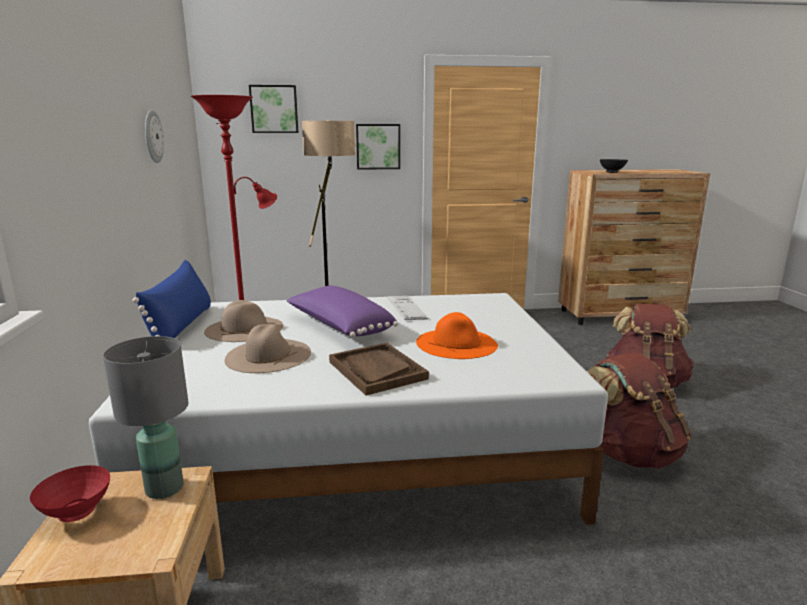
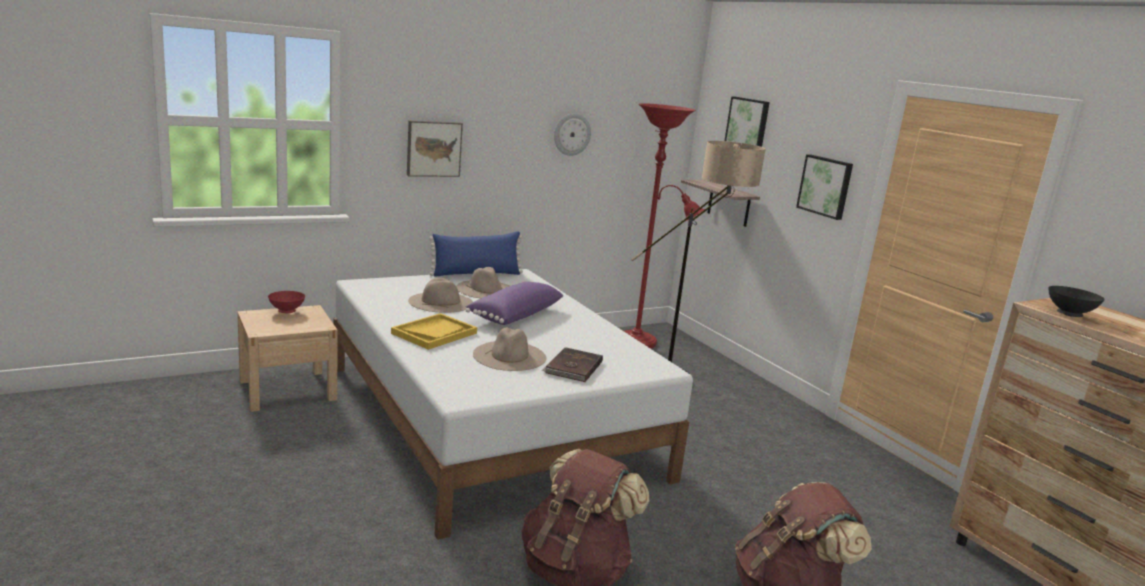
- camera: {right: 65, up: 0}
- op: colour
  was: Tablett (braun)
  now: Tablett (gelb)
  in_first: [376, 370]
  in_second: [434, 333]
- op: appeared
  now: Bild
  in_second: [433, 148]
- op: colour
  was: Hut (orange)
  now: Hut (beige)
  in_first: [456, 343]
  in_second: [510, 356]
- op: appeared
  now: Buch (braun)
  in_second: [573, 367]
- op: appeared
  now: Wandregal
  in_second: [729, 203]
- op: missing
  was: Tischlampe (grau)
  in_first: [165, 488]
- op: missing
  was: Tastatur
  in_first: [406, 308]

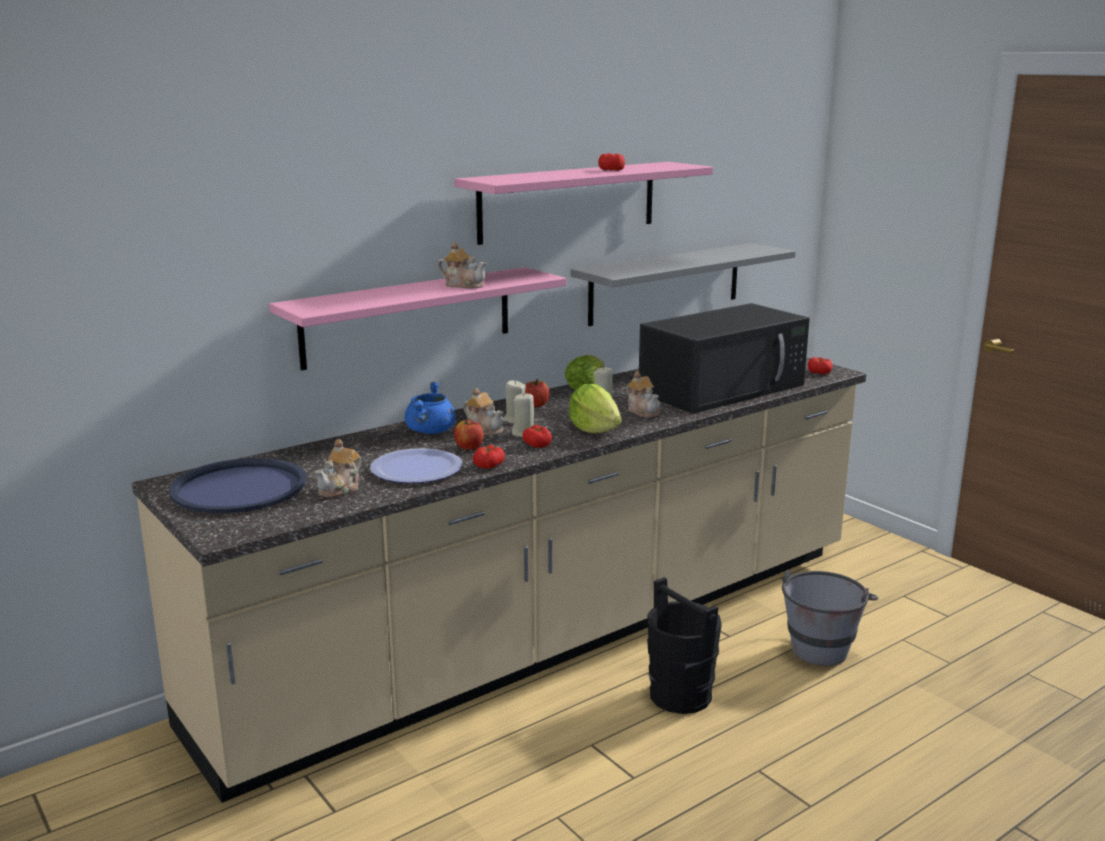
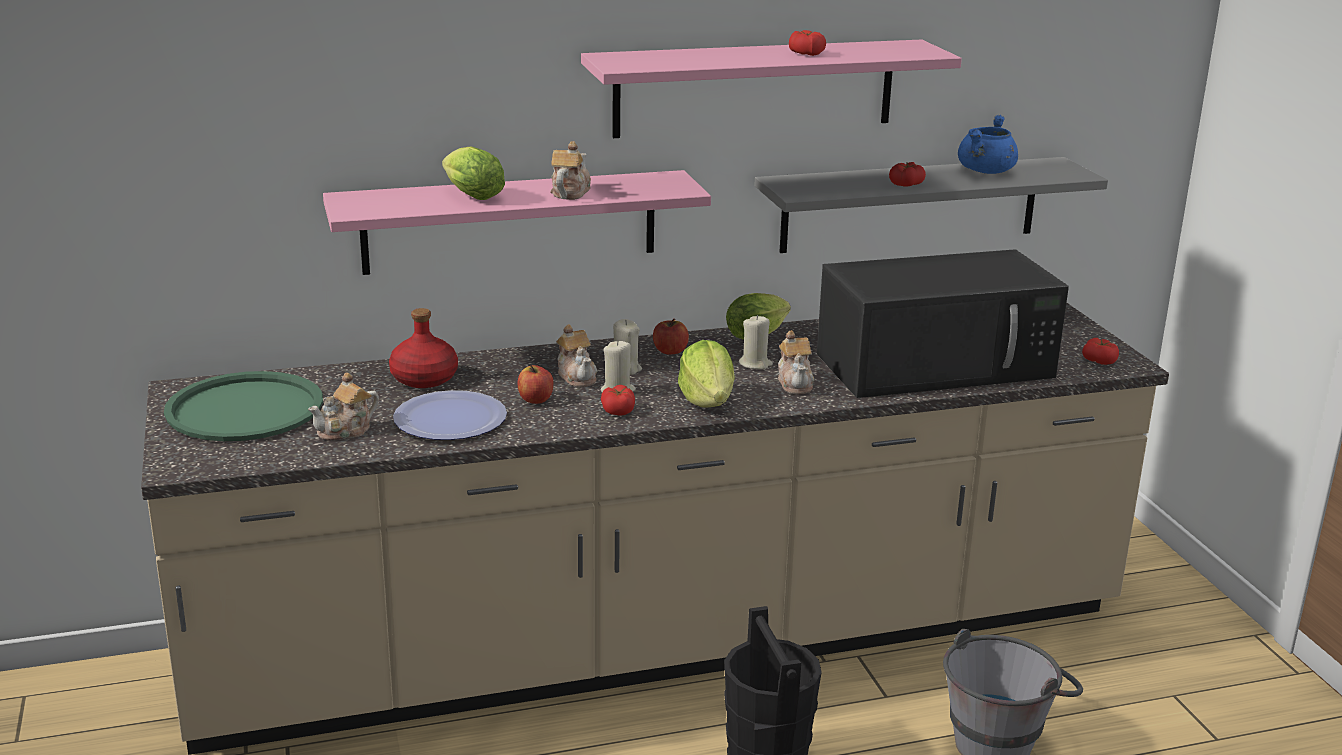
- camera: {right: 20, up: 5}
- op: colour
  was: Tablett (blau)
  now: Tablett (grün)
  in_first: [239, 488]
  in_second: [245, 409]
- op: appeared
  now: Flasche (rot)
  in_second: [425, 378]
- op: appeared
  now: Salatkopf
  in_second: [470, 195]
- op: spun
  was: Teekanne
  in_first: [463, 285]
  in_second: [570, 192]
  clockwise: -120
- op: relocated
  was: Tomate
  in_first: [488, 465]
  in_second: [906, 184]
- op: relocated
  was: Kochtopf (blau)
  in_first: [430, 431]
  in_second: [986, 171]

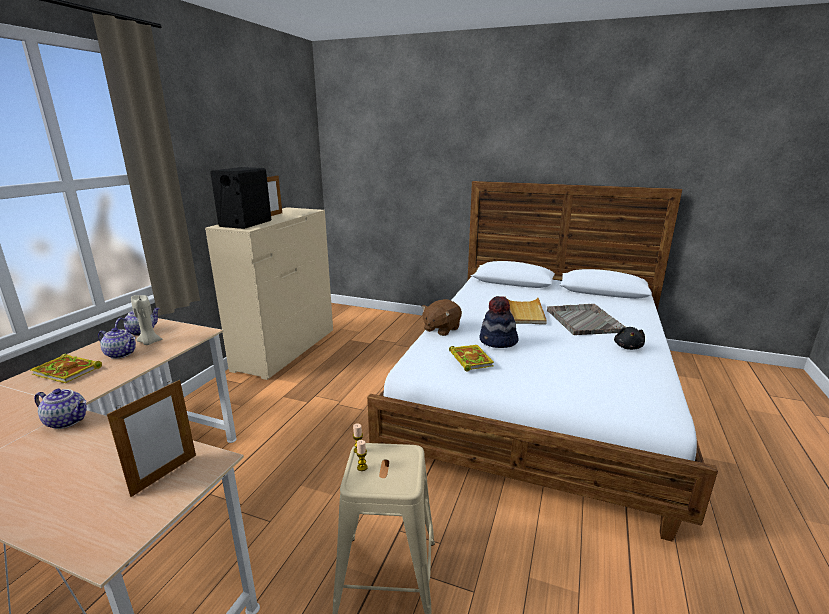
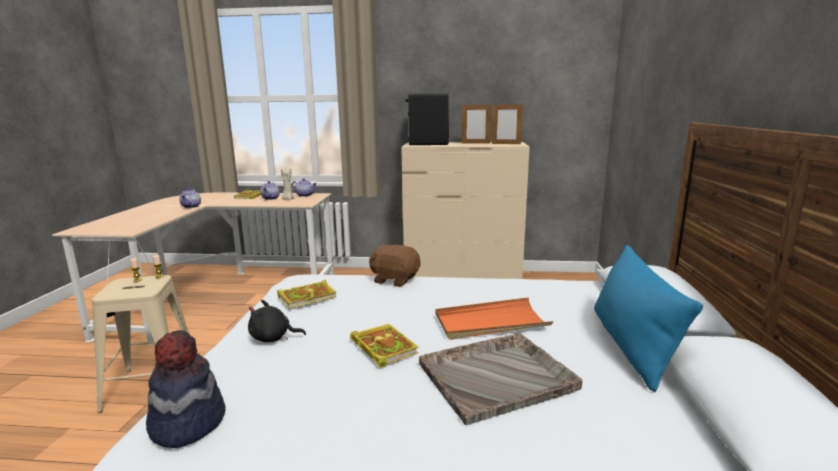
- camera: {right: 75, up: -5}
- op: relocated
  was: Hut
  in_first: [498, 342]
  in_second: [187, 423]
- op: relocated
  was: Plüschtier (schwarz)
  in_first: [628, 347]
  in_second: [273, 338]
- op: appeared
  now: Buch
  in_second: [382, 347]
- op: colour
  was: Tablett (beige)
  now: Tablett (orange)
  in_first: [525, 312]
  in_second: [490, 322]
- op: relocated
  was: Bilderrahmen
  in_first: [164, 474]
  in_second: [506, 144]
- op: appeared
  now: Kissen (blau)
  in_second: [630, 345]

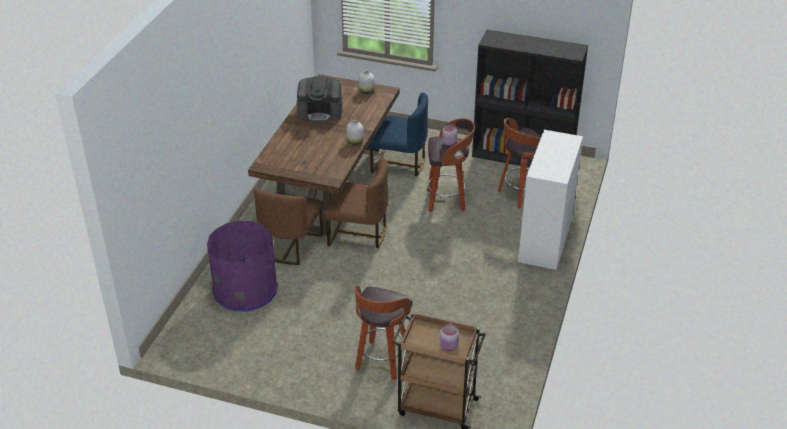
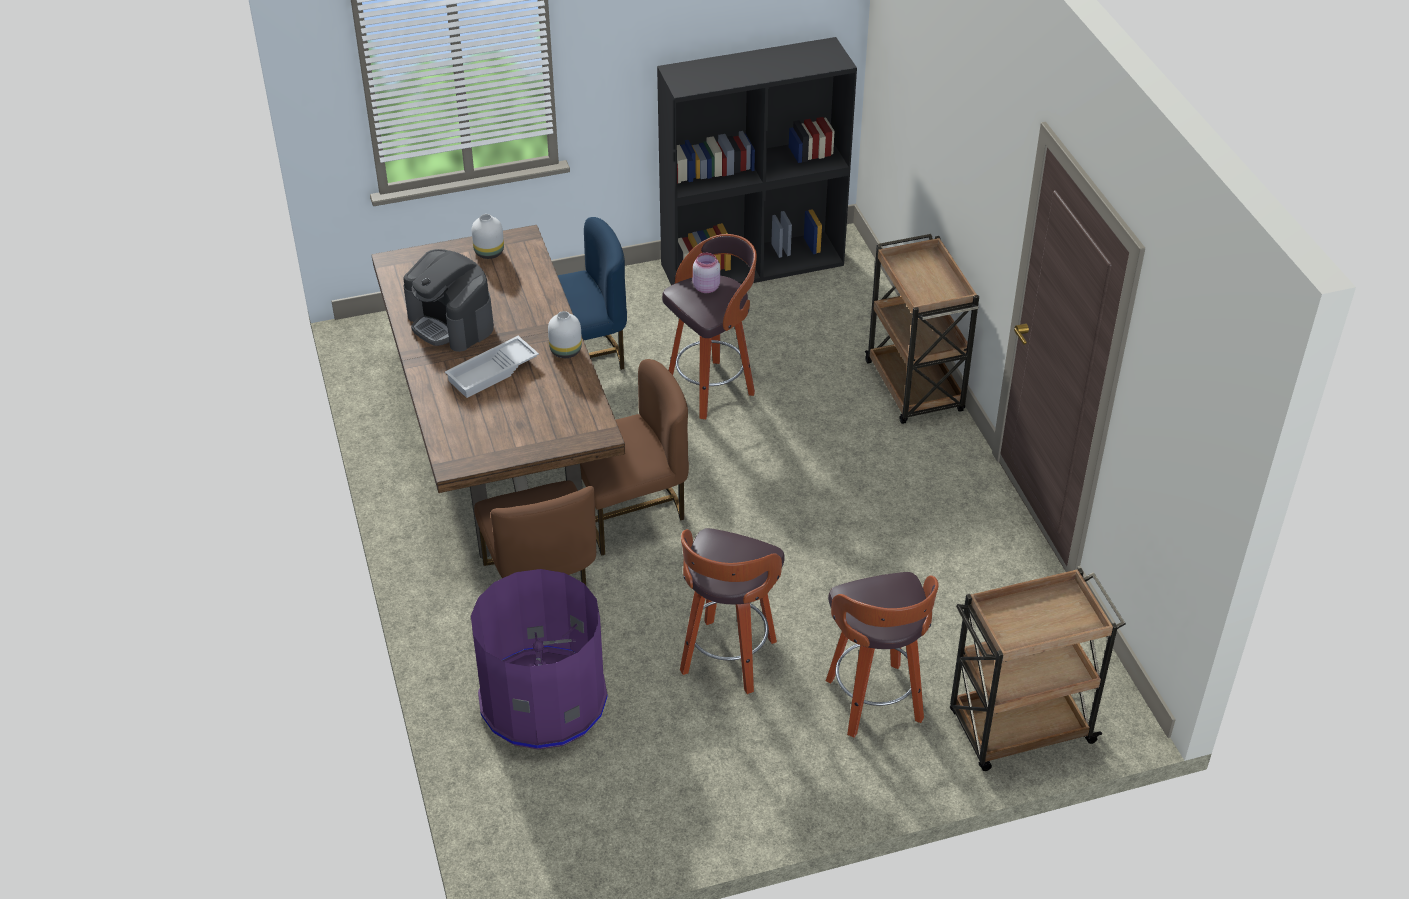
- camera: {right: -35, up: 5}
- op: spun
  was: Kaffeemaschine
  in_first: [320, 112]
  in_second: [451, 323]
  clockwise: 75
- op: appeared
  now: Tablett (weiß)
  in_second: [493, 372]
- op: relocated
  was: Hocker
  in_first: [520, 195]
  in_second: [727, 659]
- op: exchanged
  was: Kommode (weiß)
  now: Rollwagen (braun)
  in_first: [545, 241]
  in_second: [915, 388]
- op: missing
  was: Vorratsglas (rosa)
  in_first: [449, 346]

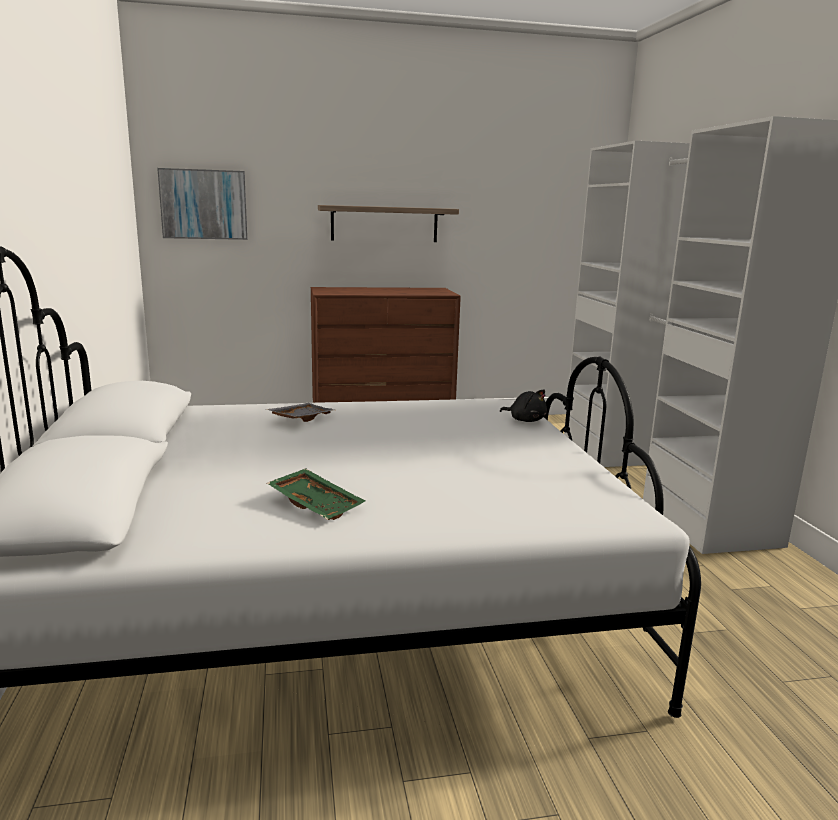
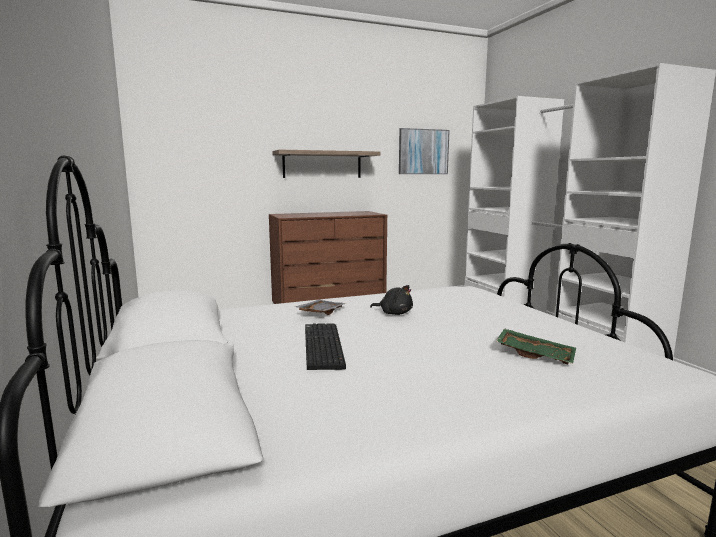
- camera: {right: -10, up: -5}
- op: appeared
  now: Tastatur
  in_second: [321, 346]
- op: relocated
  was: Plüschtier (schwarz)
  in_first: [525, 420]
  in_second: [394, 313]
- op: relocated
  was: Bild
  in_first: [204, 204]
  in_second: [423, 152]
- op: relocated
  was: Tablett (grün)
  in_first: [317, 504]
  in_second: [535, 354]

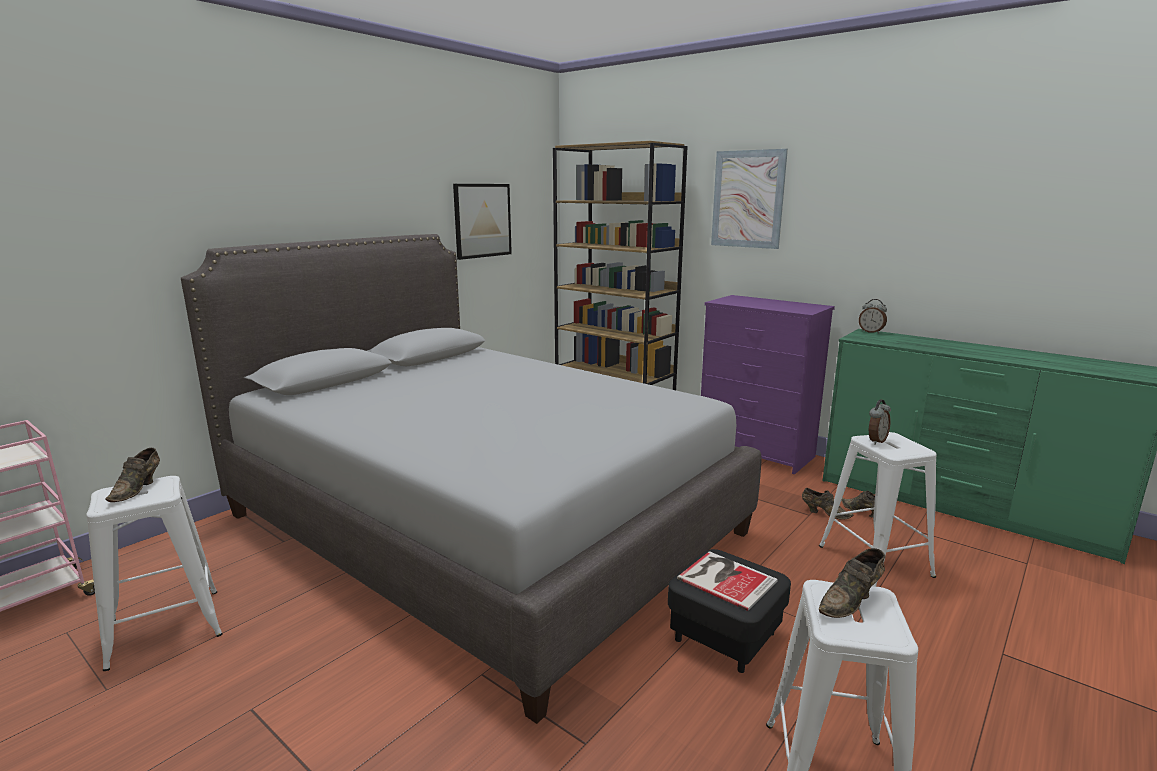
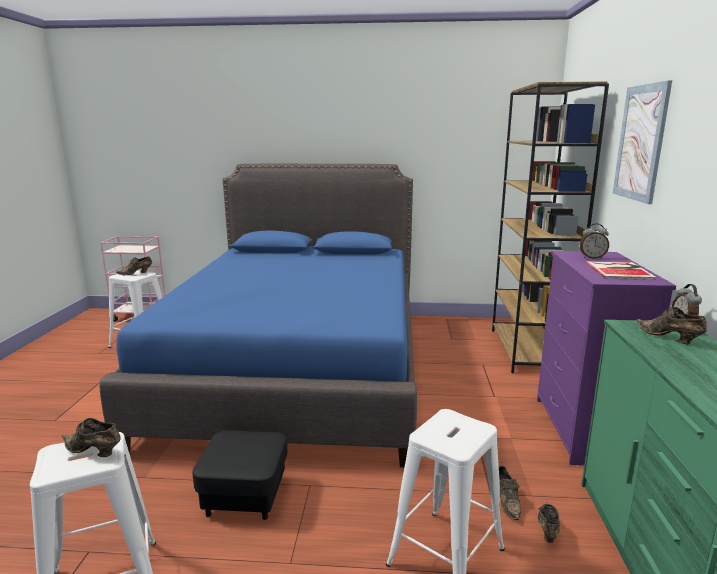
- camera: {right: 55, up: 0}
- op: colour
  was: Bett (grau)
  now: Bett (blau)
  in_first: [482, 523]
  in_second: [299, 368]
- op: relocated
  was: Wecker
  in_first: [876, 441]
  in_second: [592, 258]
- op: relocated
  was: Buch
  in_first: [725, 578]
  in_second: [619, 270]
- op: appeared
  now: Schuh (braun)
  in_second: [669, 338]
- op: missing
  was: Bild
  in_first: [482, 220]

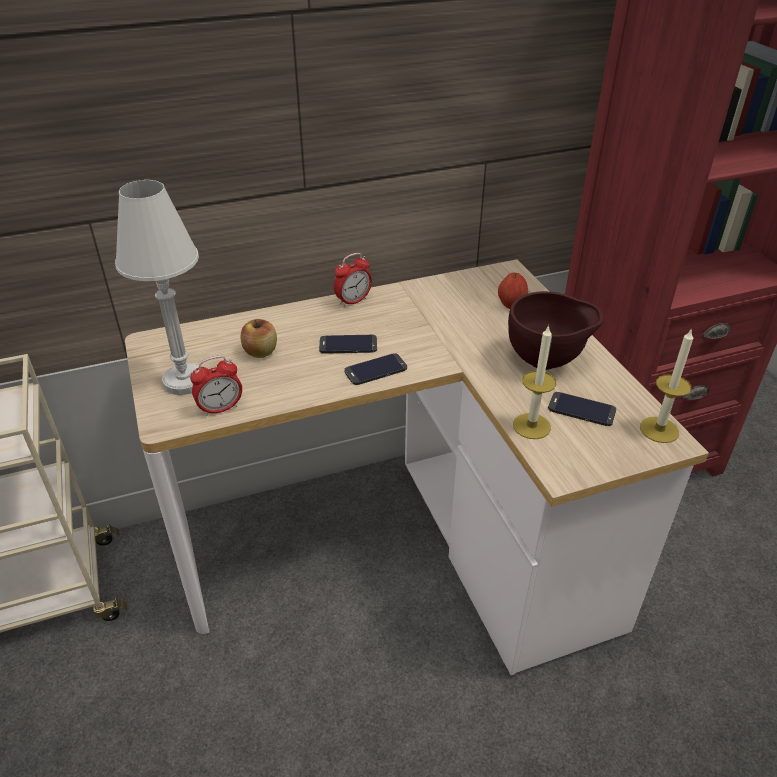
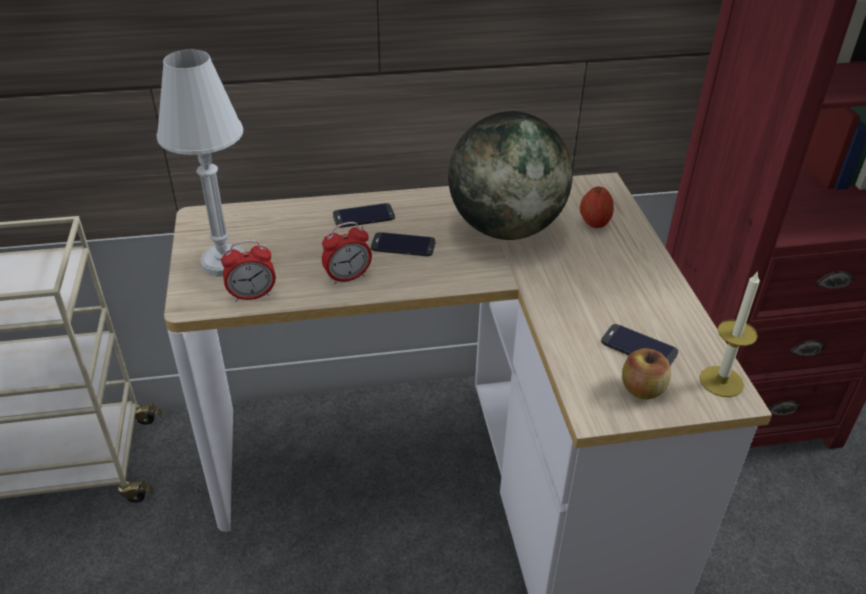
- camera: {right: 10, up: 0}
- op: relocated
  was: Wecker
  in_first: [353, 301]
  in_second: [348, 277]
- op: relocated
  was: Handy
  in_first: [375, 369]
  in_second: [363, 216]
- op: appeared
  now: Globus
  in_second: [505, 228]
- op: relocated
  was: Apfel
  in_first: [260, 352]
  in_second: [642, 389]
- op: missing
  was: Schüssel (braun)
  in_first: [547, 362]
- op: missing
  was: Kerze
  in_first: [531, 426]

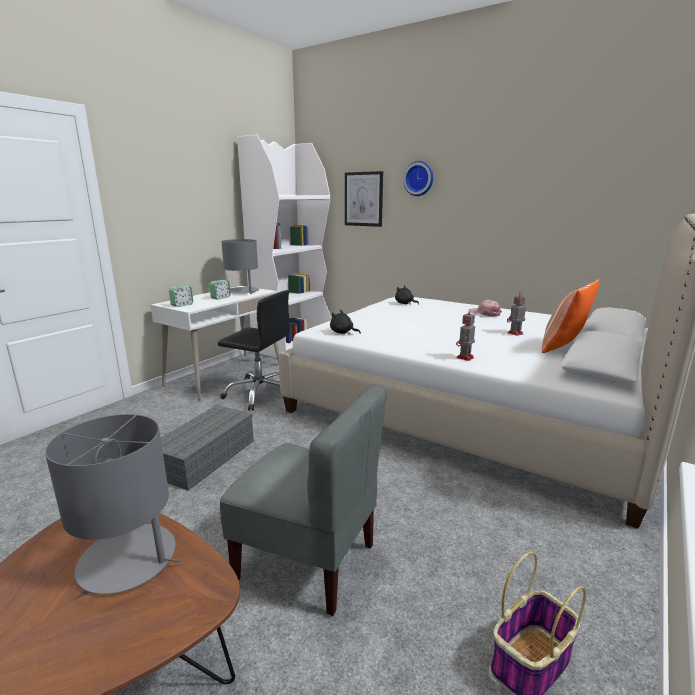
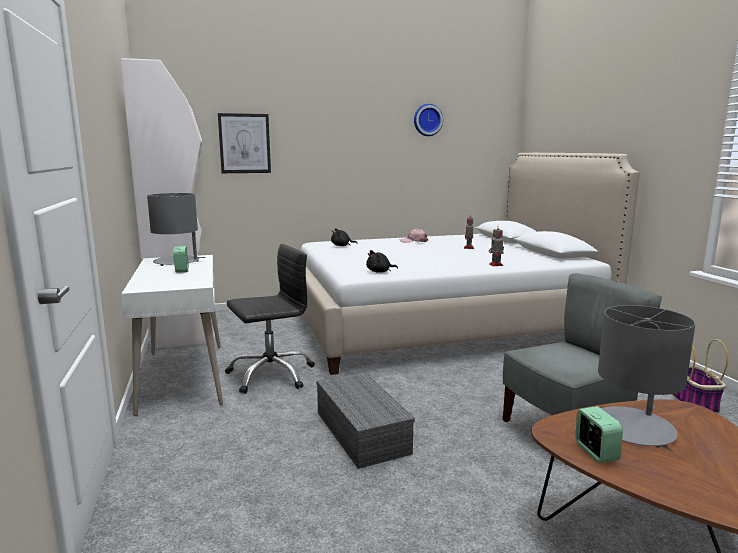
- camera: {right: -50, up: -5}
- op: relocated
  was: Wanduhr
  in_first: [419, 178]
  in_second: [427, 120]
- op: relocated
  was: Wecker
  in_first: [182, 305]
  in_second: [595, 452]
- op: missing
  was: Kissen
  in_first: [563, 347]

